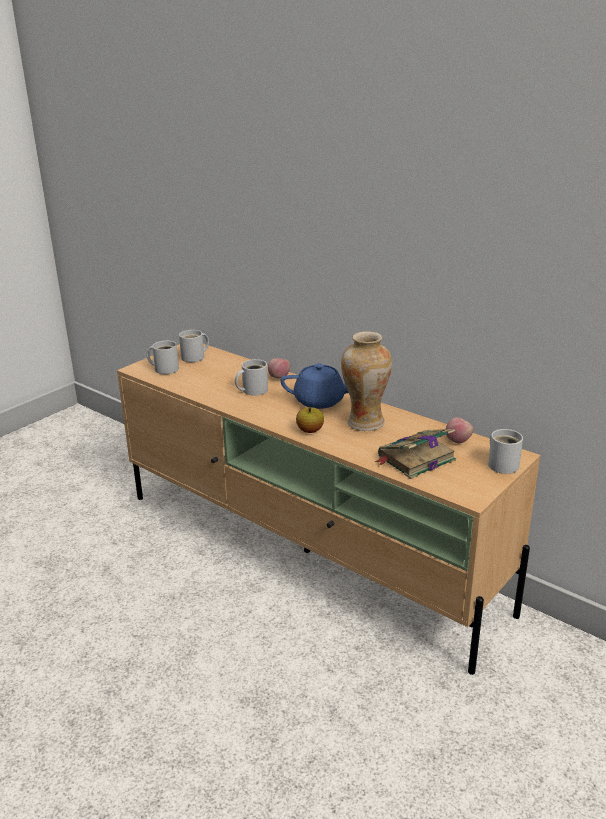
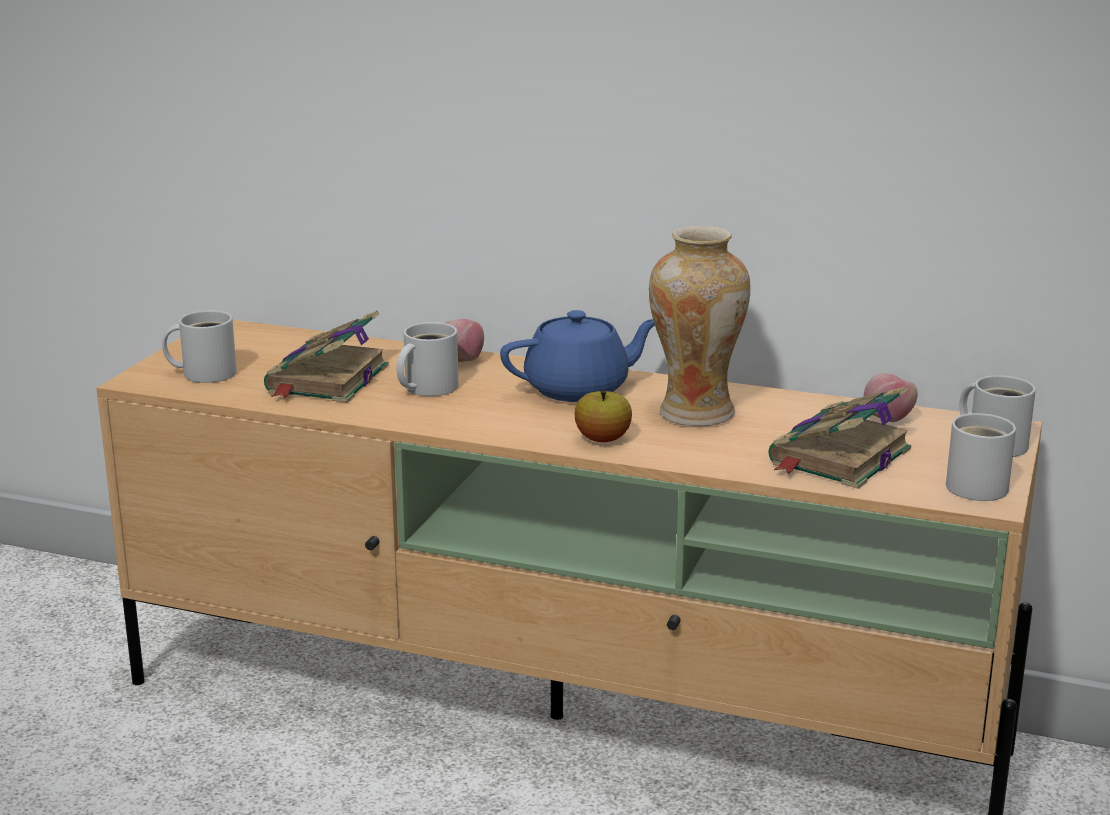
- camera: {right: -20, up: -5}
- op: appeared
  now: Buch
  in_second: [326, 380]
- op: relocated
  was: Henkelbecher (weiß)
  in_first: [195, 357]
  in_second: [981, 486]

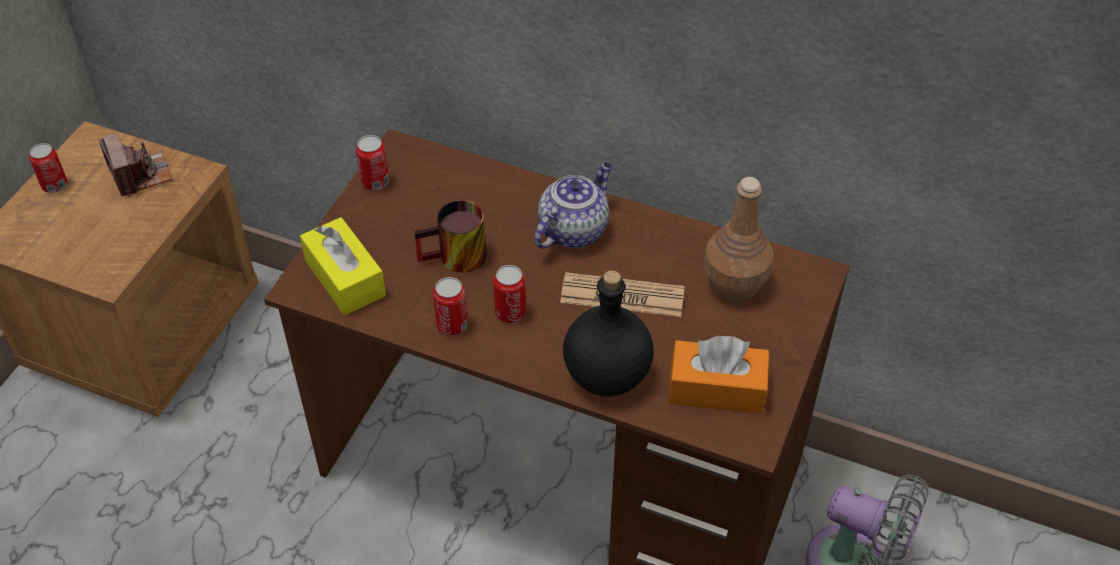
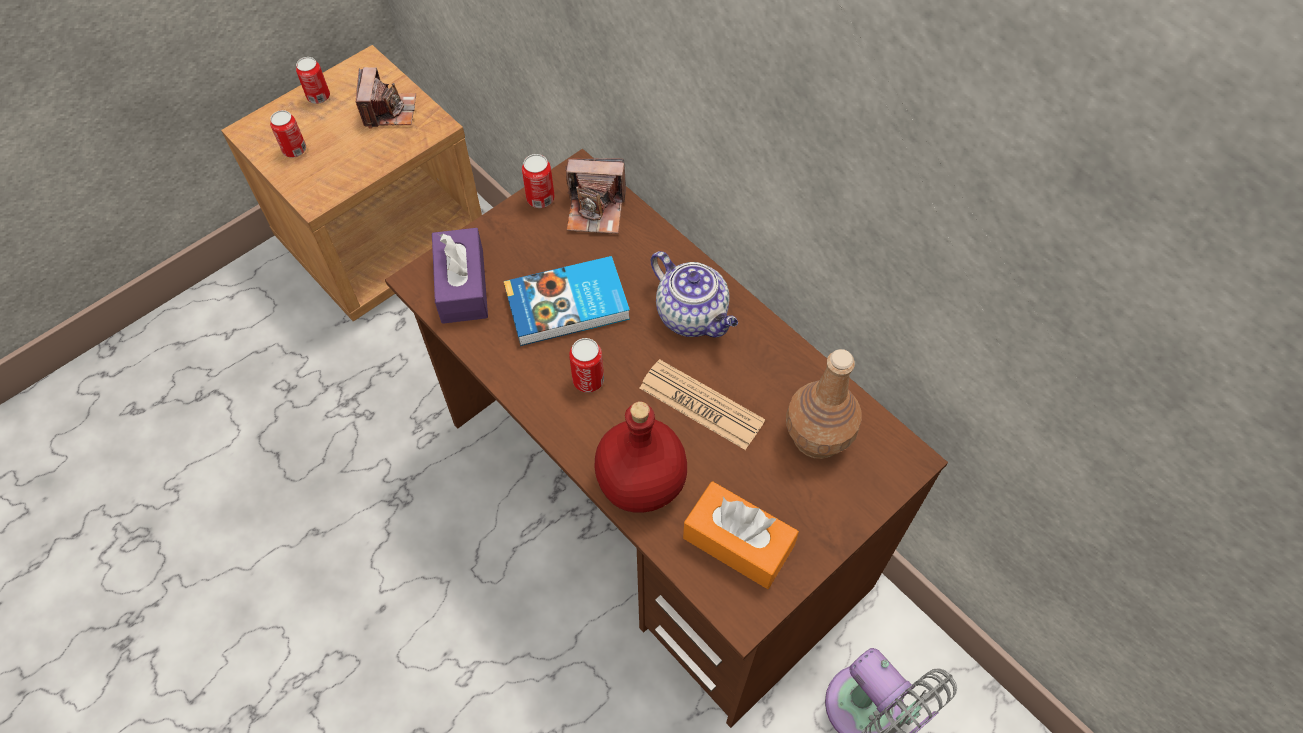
- camera: {right: 25, up: 10}
- op: relocated
  was: Dose
  in_first: [452, 325]
  in_second: [294, 150]
- op: colour
  was: Taschentuchbox (gelb)
  now: Taschentuchbox (lila)
  in_first: [345, 278]
  in_second: [462, 286]
- op: exchanged
  was: Henkelbecher
  now: Buch
  in_first: [455, 260]
  in_second: [568, 306]
- op: appeared
  now: Kamera
  in_second: [596, 210]
- op: colour
  was: Flasche (schwarz)
  now: Flasche (rot)
  in_first: [607, 376]
  in_second: [641, 484]
- op: spun
  was: Teekanne
  in_first: [573, 229]
  in_second: [693, 316]
  clockwise: 75

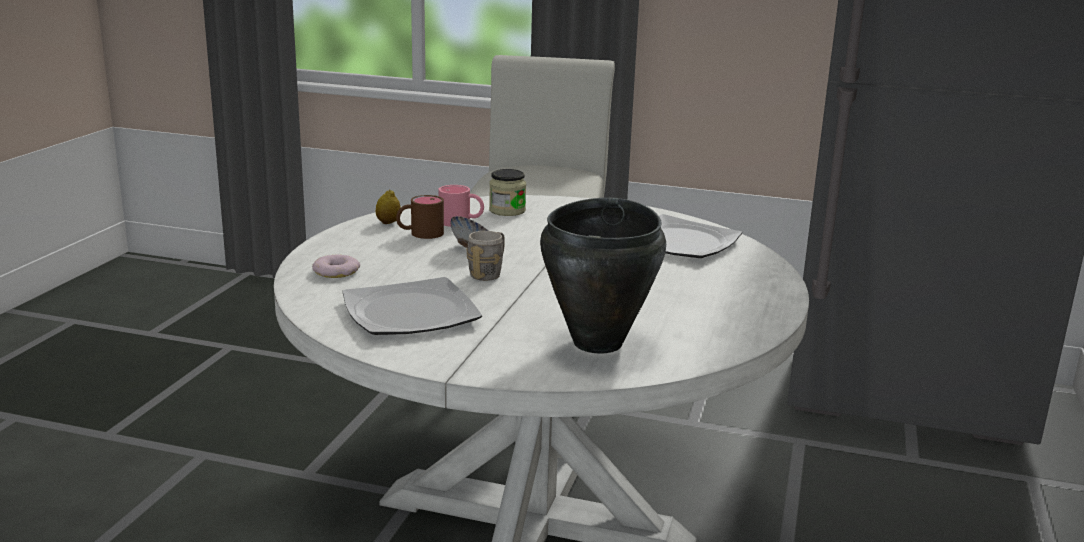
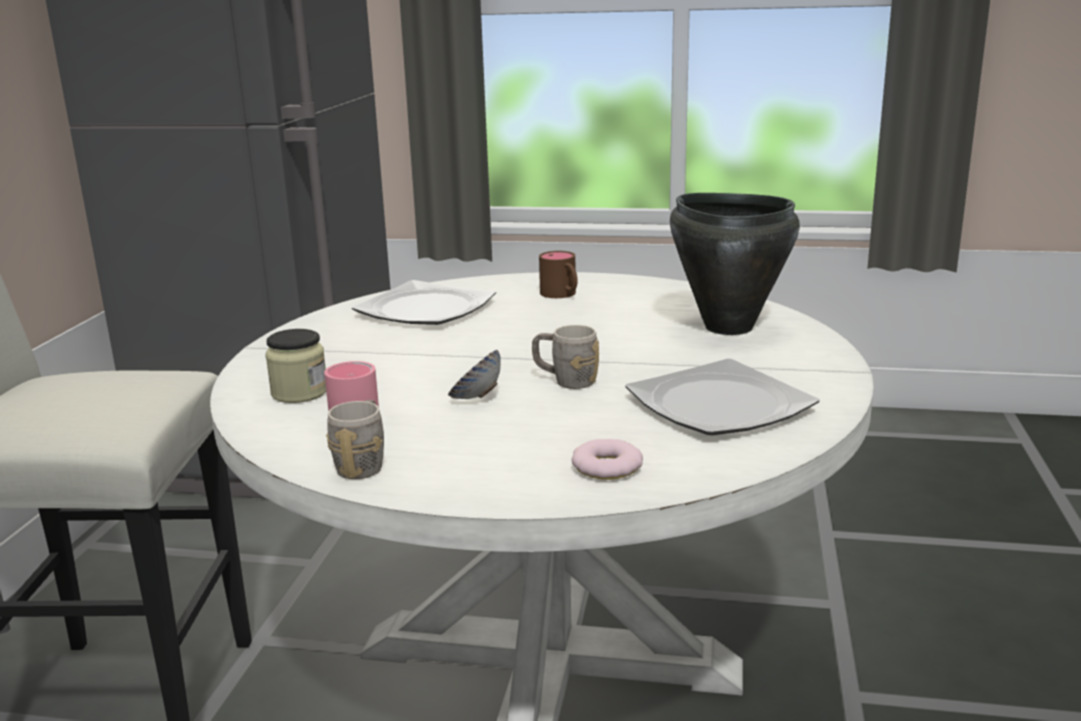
- camera: {right: -95, up: 0}
- op: exchanged
  was: Zitrone
  now: Henkelbecher (grau)
  in_first: [388, 222]
  in_second: [363, 464]
- op: relocated
  was: Henkelbecher (braun)
  in_first: [419, 234]
  in_second: [562, 295]

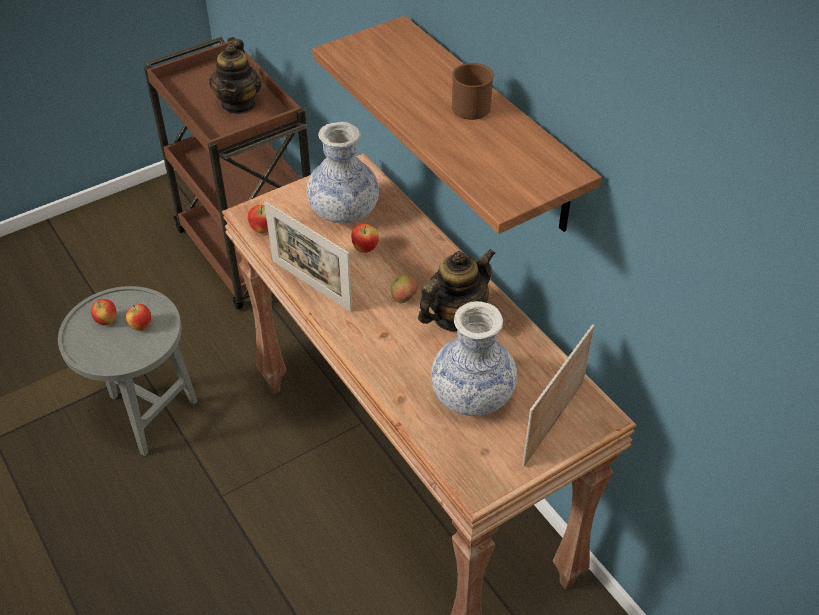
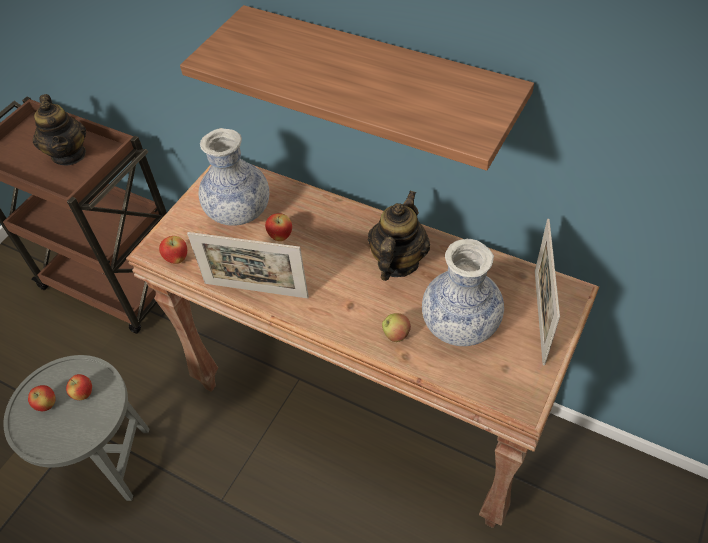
- camera: {right: -25, up: 5}
- op: relocated
  was: Apfel
  in_first: [404, 299]
  in_second: [396, 335]
- op: missing
  was: Henkelbecher (braun)
  in_first: [469, 104]

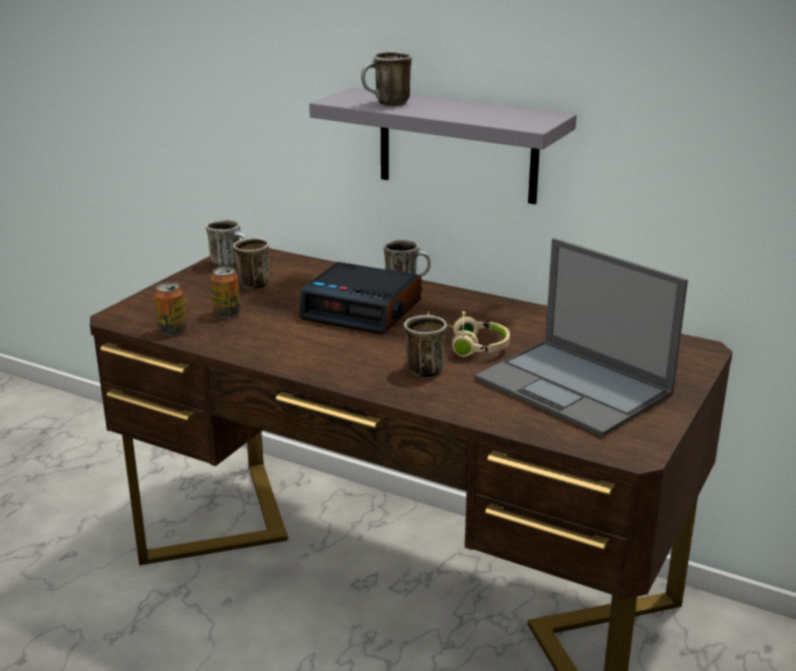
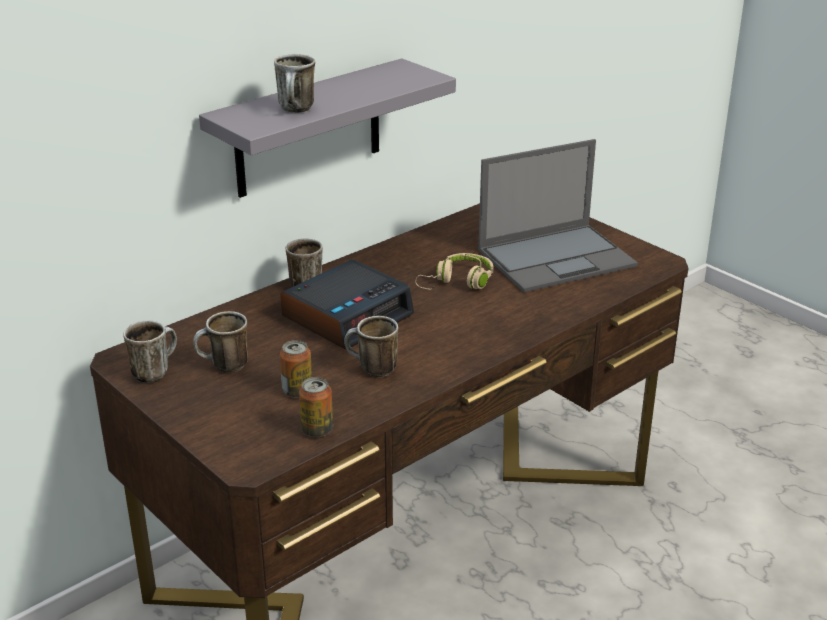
- camera: {right: -70, up: 5}
- op: relocated
  was: Henkelbecher
  in_first: [422, 368]
  in_second: [371, 370]

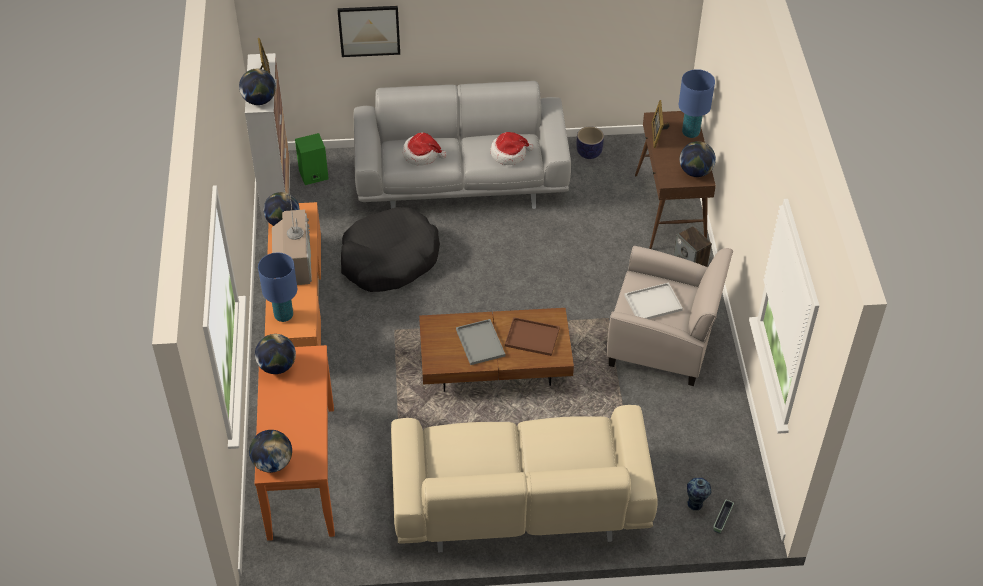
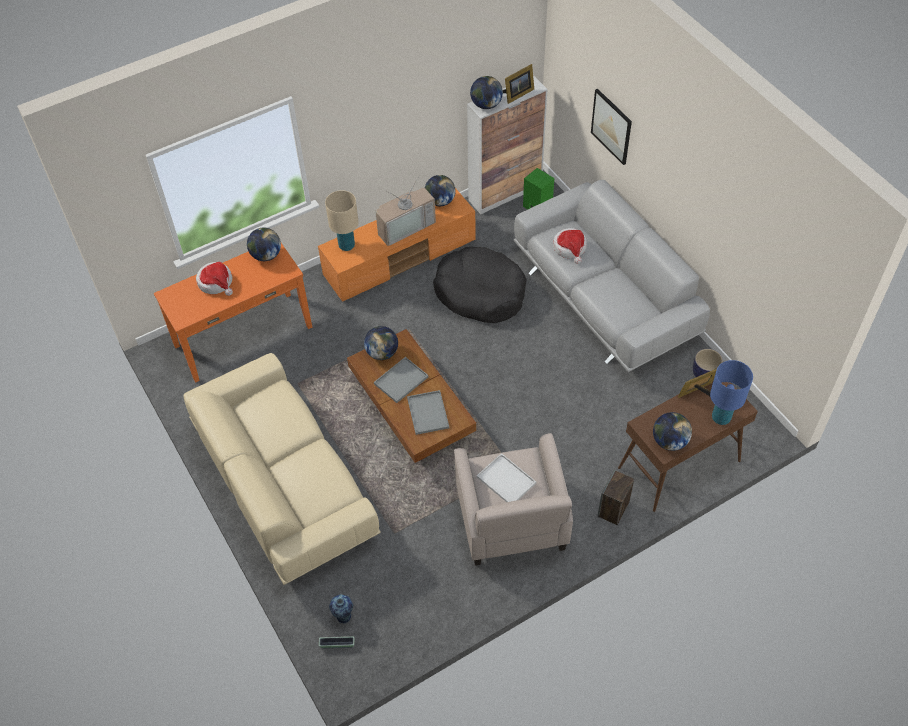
- camera: {right: 65, up: 5}
- op: relocated
  was: Hut
  in_first: [509, 154]
  in_second: [216, 283]
- op: colour
  was: Tischlampe (blau)
  now: Tischlampe (beige)
  in_first: [283, 315]
  in_second: [346, 245]
- op: relocated
  was: Globus
  in_first: [272, 463]
  in_second: [382, 353]
- op: colour
  was: Tablett (braun)
  now: Tablett (grau)
  in_first: [531, 337]
  in_second: [427, 412]

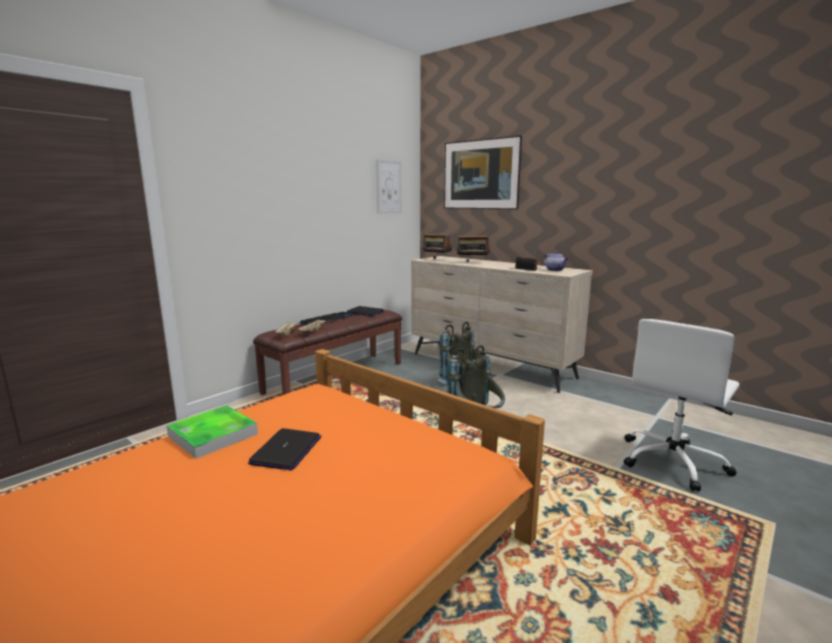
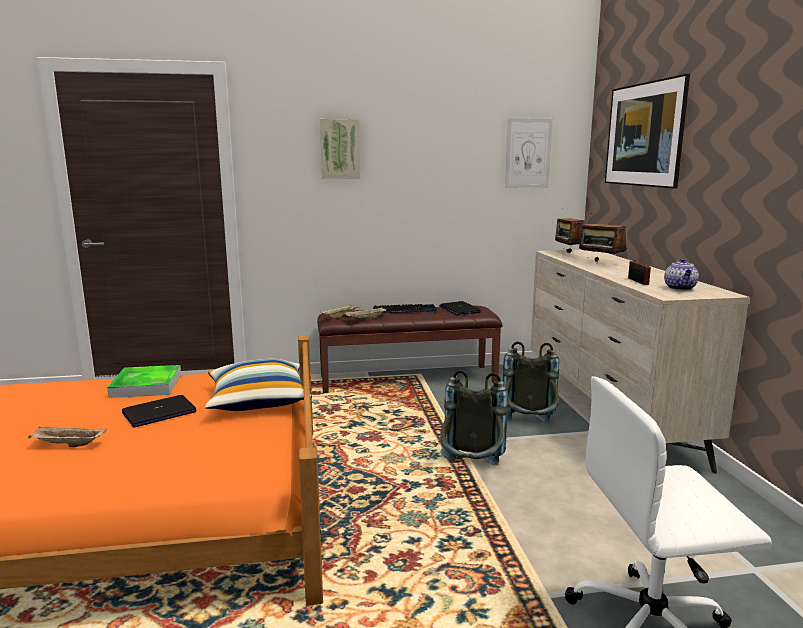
- camera: {right: 40, up: 0}
- op: appeared
  now: Tablett (beige)
  in_second: [67, 445]
- op: appeared
  now: Kissen
  in_second: [257, 400]
- op: appeared
  now: Bild
  in_second: [340, 149]

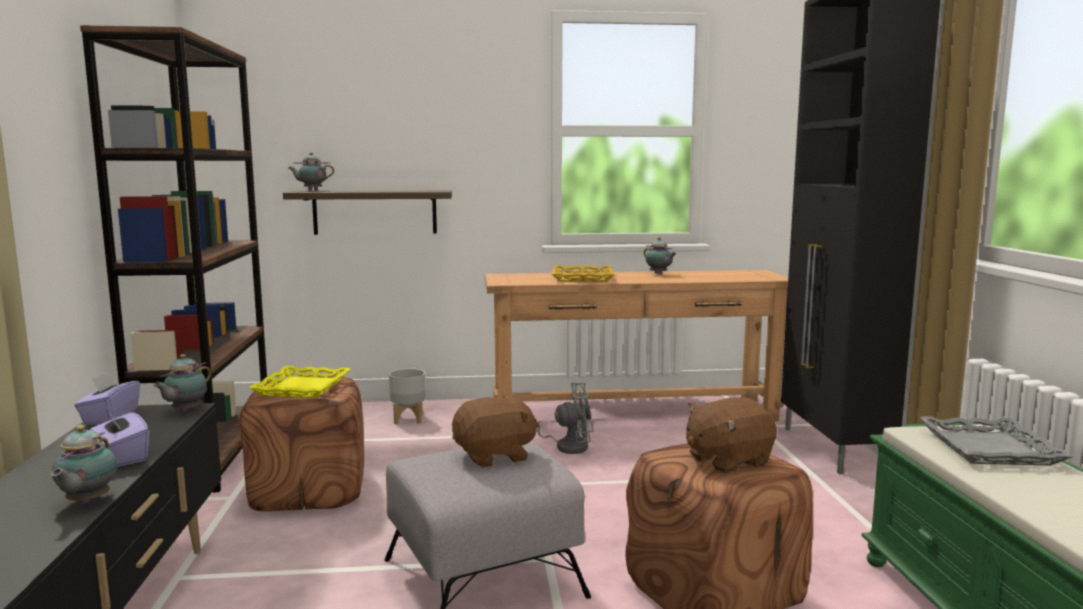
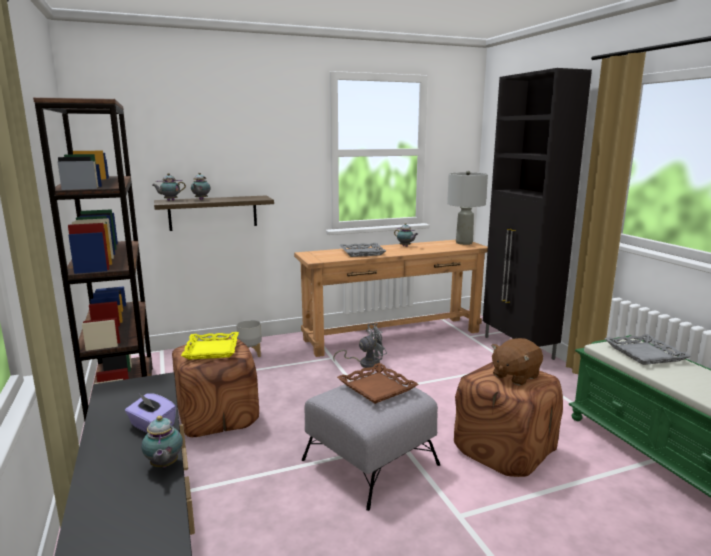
- camera: {right: -15, up: 5}
- op: relocated
  was: Teekanne
  in_first: [185, 411]
  in_second: [201, 199]
- op: exchanged
  was: Plüschtier (braun)
  now: Tablett (braun)
  in_first: [494, 456]
  in_second: [376, 388]
- op: colour
  was: Tablett (gelb)
  now: Tablett (grau)
  in_first: [582, 278]
  in_second: [362, 253]
- op: appeared
  now: Tischlampe (grau)
  in_second: [464, 243]
- op: missing
  was: Taschentuchbox (lila)
  in_first: [110, 417]

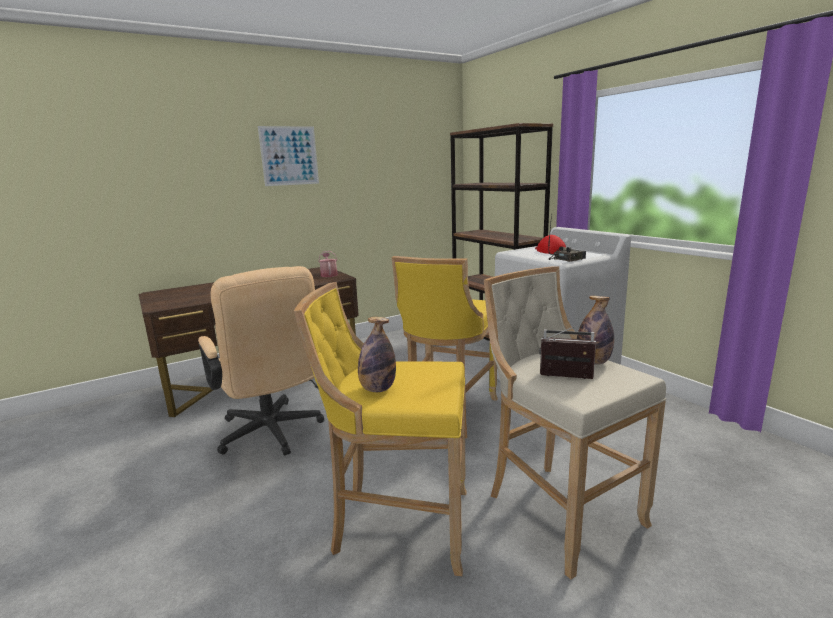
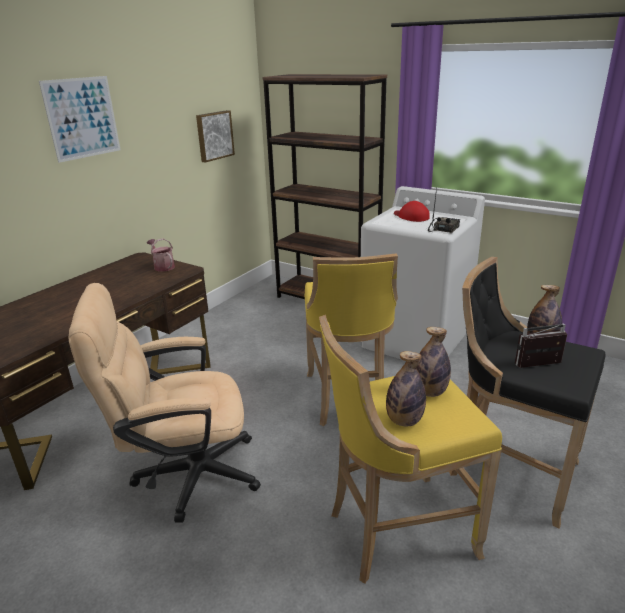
- camera: {right: -25, up: 10}
- op: spun
  was: Bürostuhl (beige)
  in_first: [272, 434]
  in_second: [185, 475]
  clockwise: 135
- op: appeared
  now: Bild
  in_second: [214, 135]
- op: appeared
  now: Flasche
  in_second: [429, 392]
- op: colour
  was: Hocker (beige)
  now: Hocker (schwarz)
  in_first: [558, 509]
  in_second: [508, 470]

